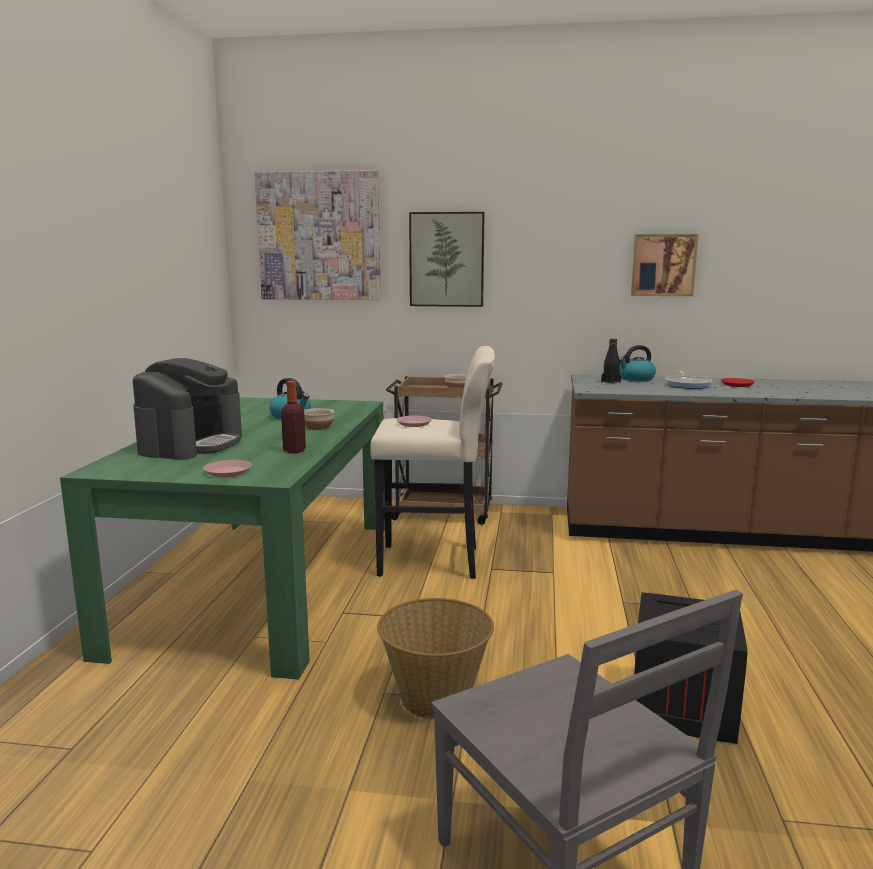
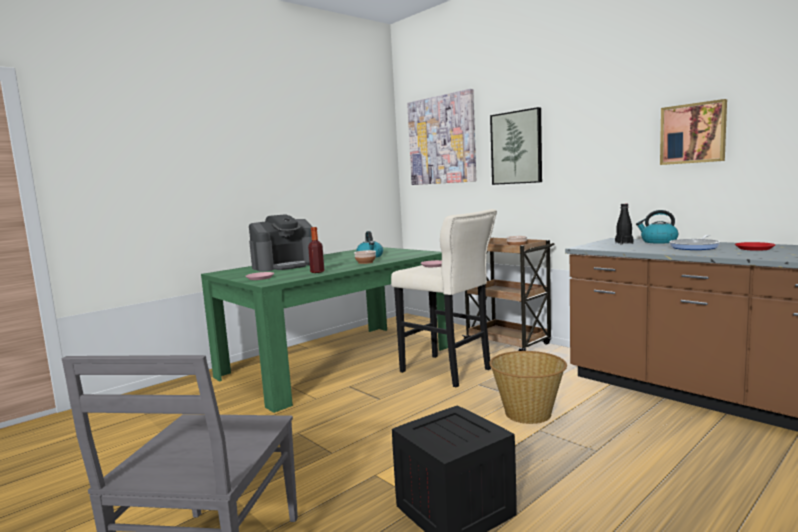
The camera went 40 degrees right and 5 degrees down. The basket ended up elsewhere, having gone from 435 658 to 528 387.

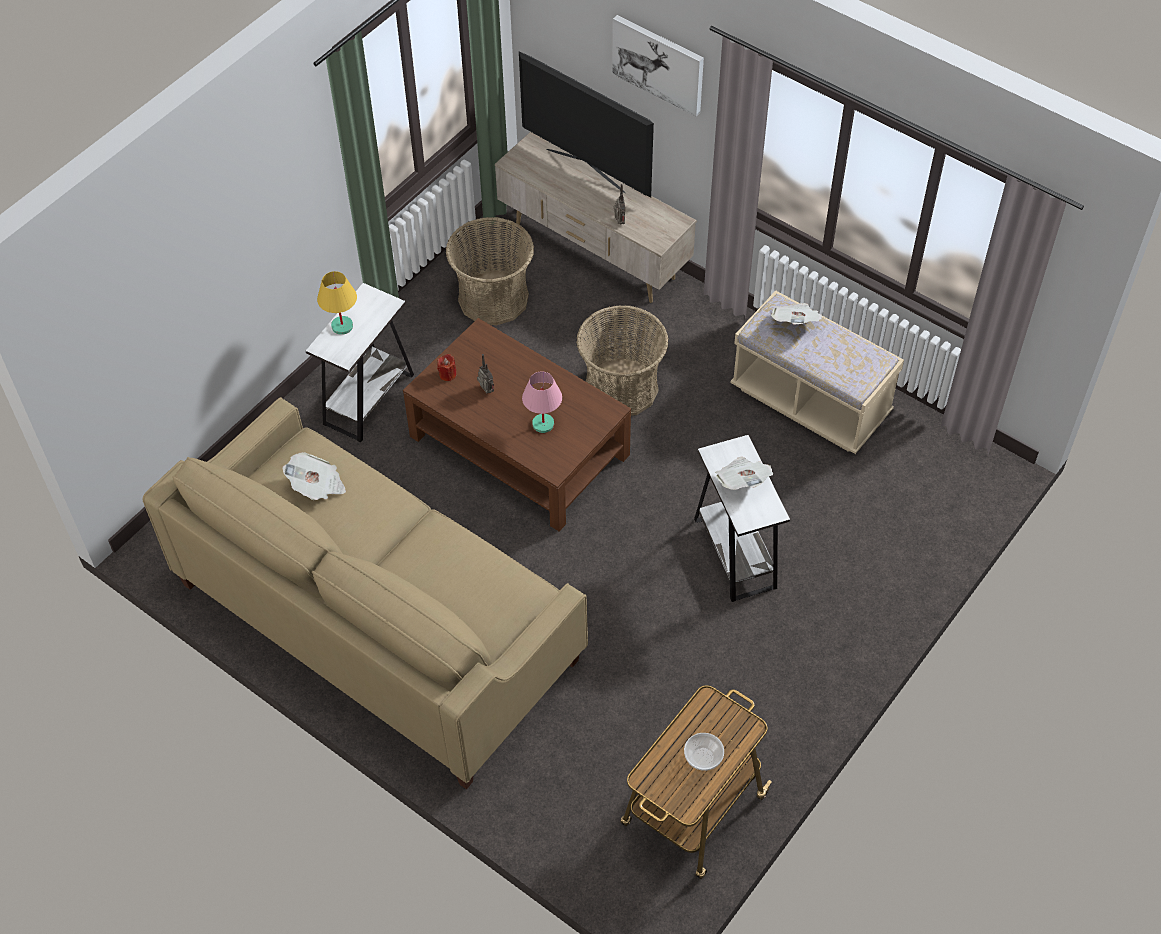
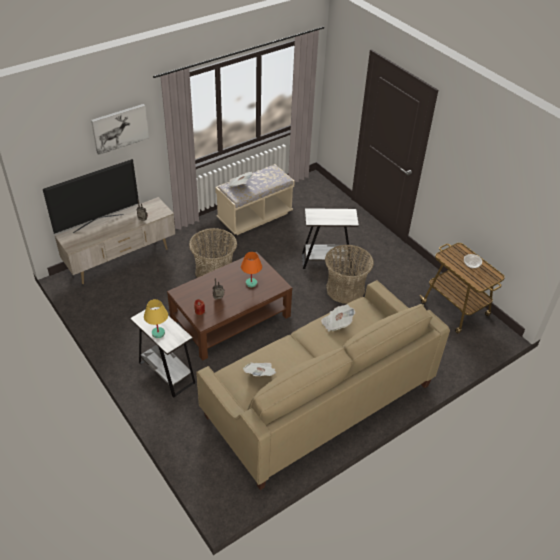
The camera went 75 degrees left and 10 degrees down. The basket ended up elsewhere, having gone from 490 271 to 349 274. The newspaper ended up elsewhere, having gone from 744 473 to 338 318. What was the pink_table_lamp at 542 402 turned into the orange_table_lamp at 251 269.

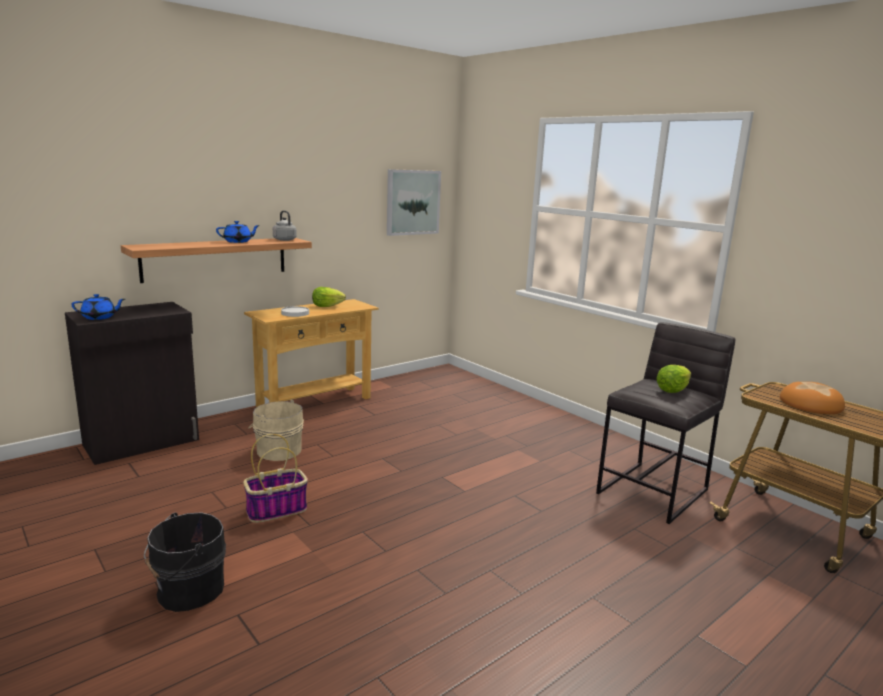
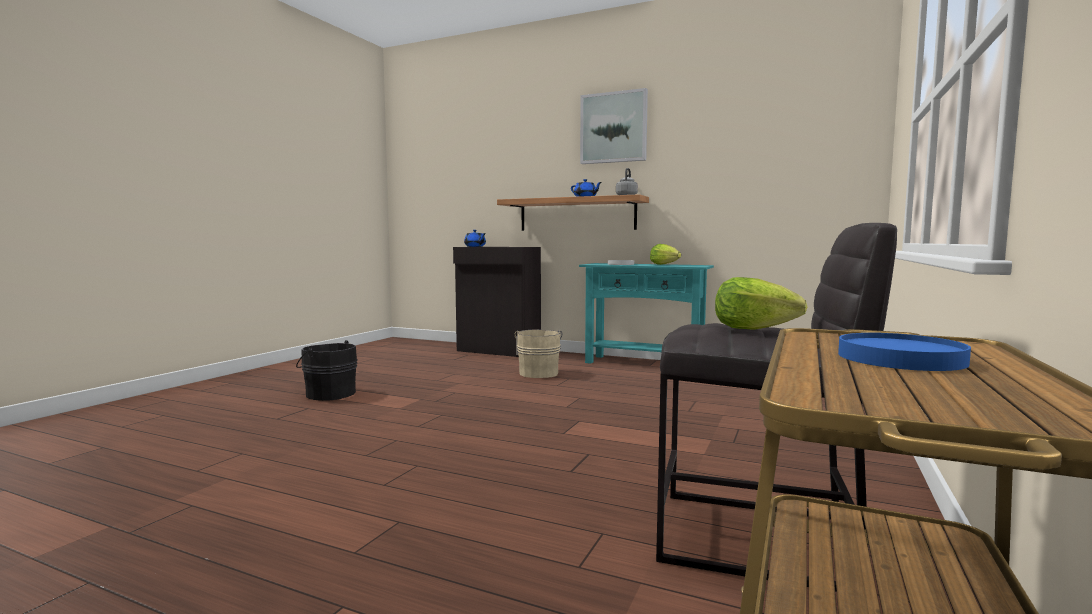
The camera went 65 degrees right and 10 degrees down. The second view lost the basket at 275 478. The picture ended up elsewhere, having gone from 414 202 to 614 126. Where the bread stood at 812 398, the blue_plate came to stand at 904 352. What was the beige_console_table at 311 353 turned into the turquoise_console_table at 646 313.

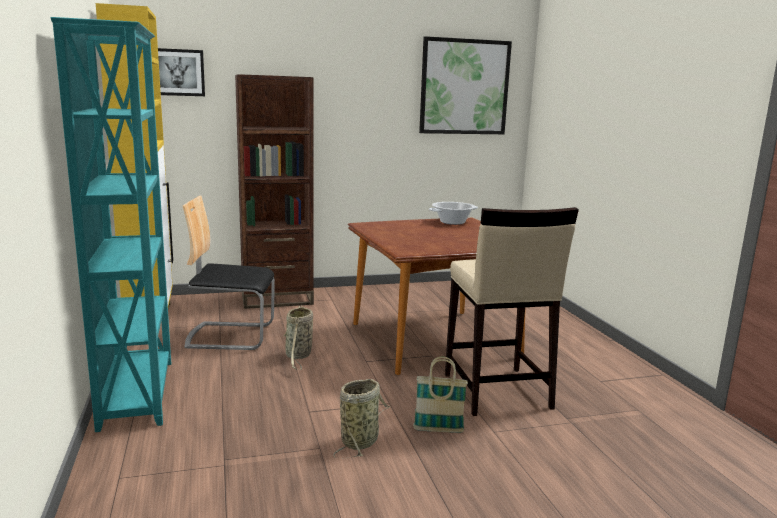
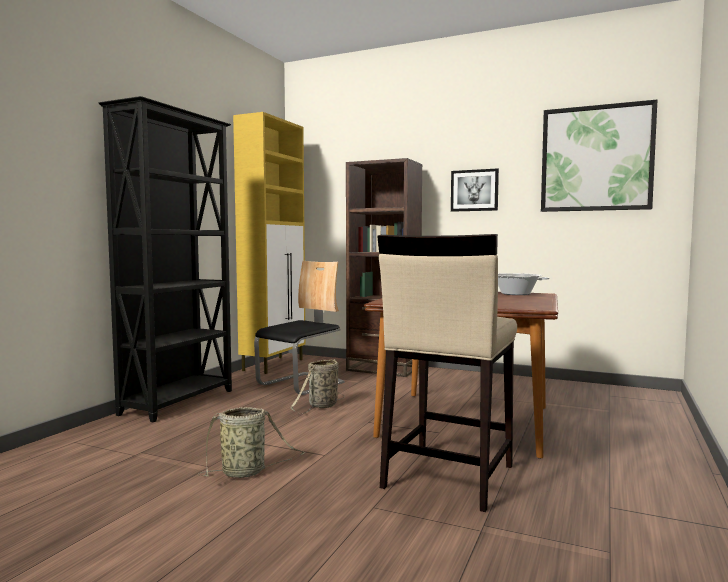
The camera went 40 degrees right and 10 degrees down. The second view lost the basket at 440 395. The picture ended up elsewhere, having gone from 181 72 to 475 190. What was the turquoise_bookcase at 110 224 turned into the black_bookcase at 165 259. The chair at 229 272 ended up facing another way, 90 degrees clockwise from before.

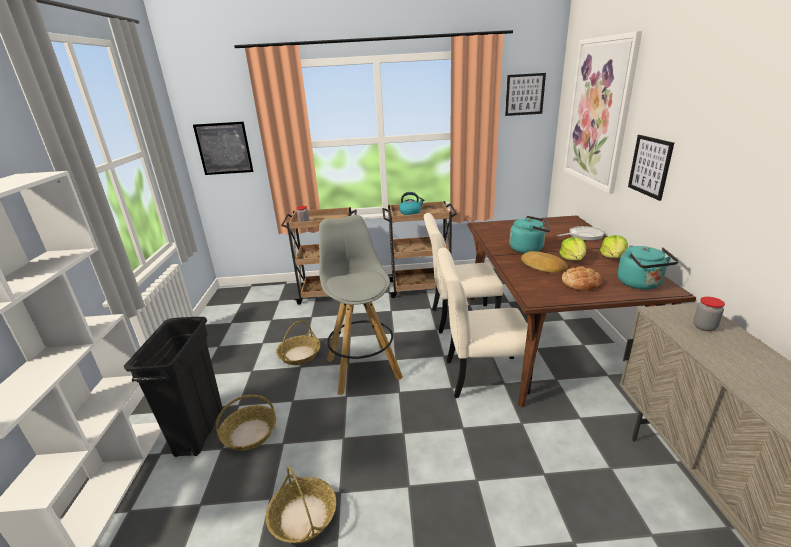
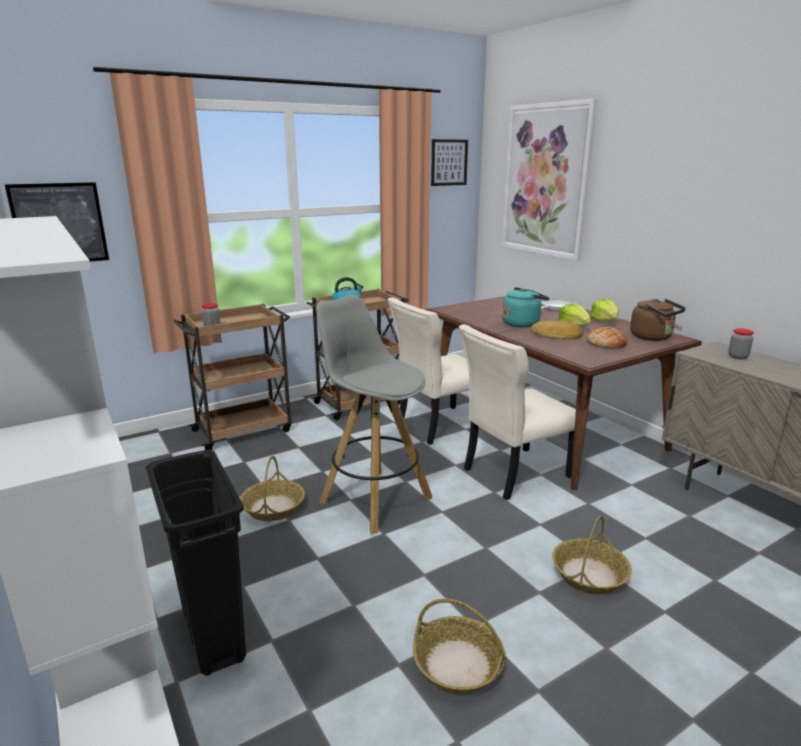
The camera went 30 degrees left and 5 degrees down. The second view lost the picture at 651 168. The basket ended up elsewhere, having gone from 246 423 to 592 554. What was the turquoise_kettle at 648 268 turned into the brown_kettle at 658 320.

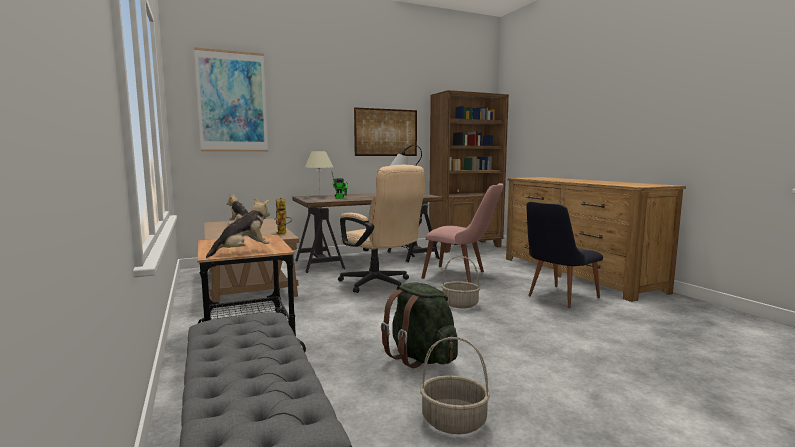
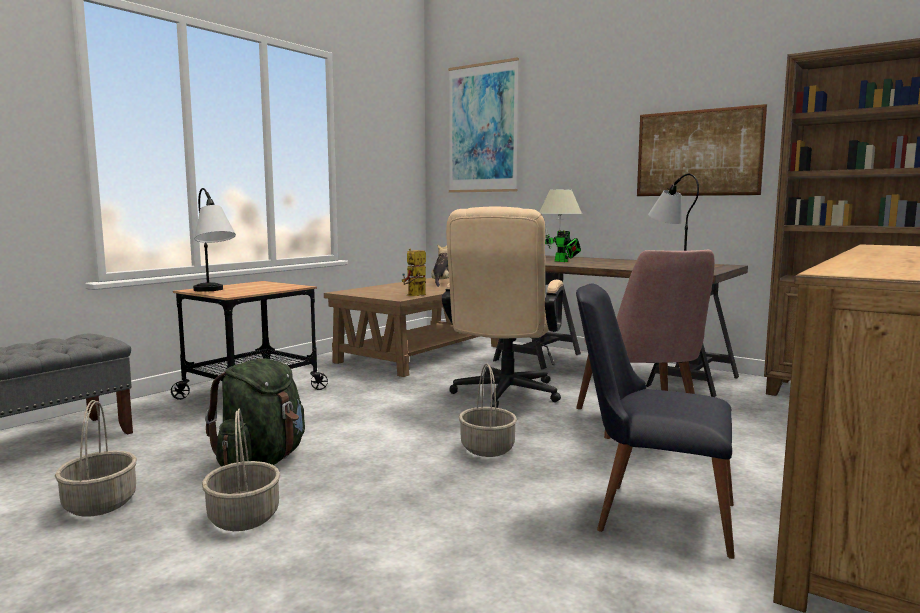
The camera went 60 degrees right and 0 degrees up. The second view gained the basket at 241 470. Where the plush_toy stood at 238 228, the table_lamp came to stand at 214 240.

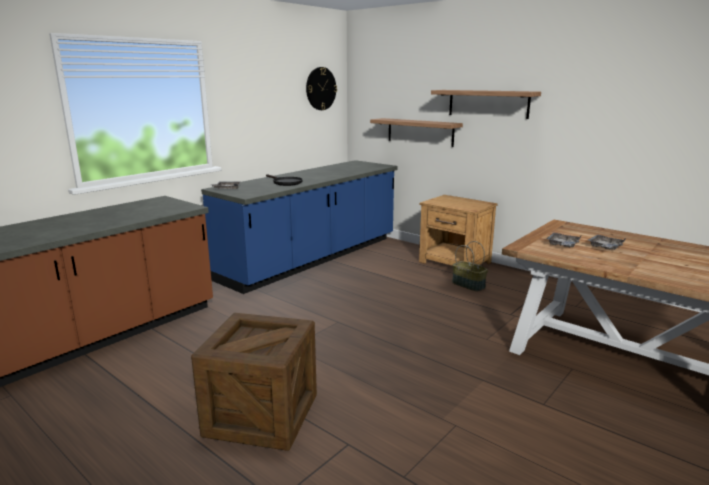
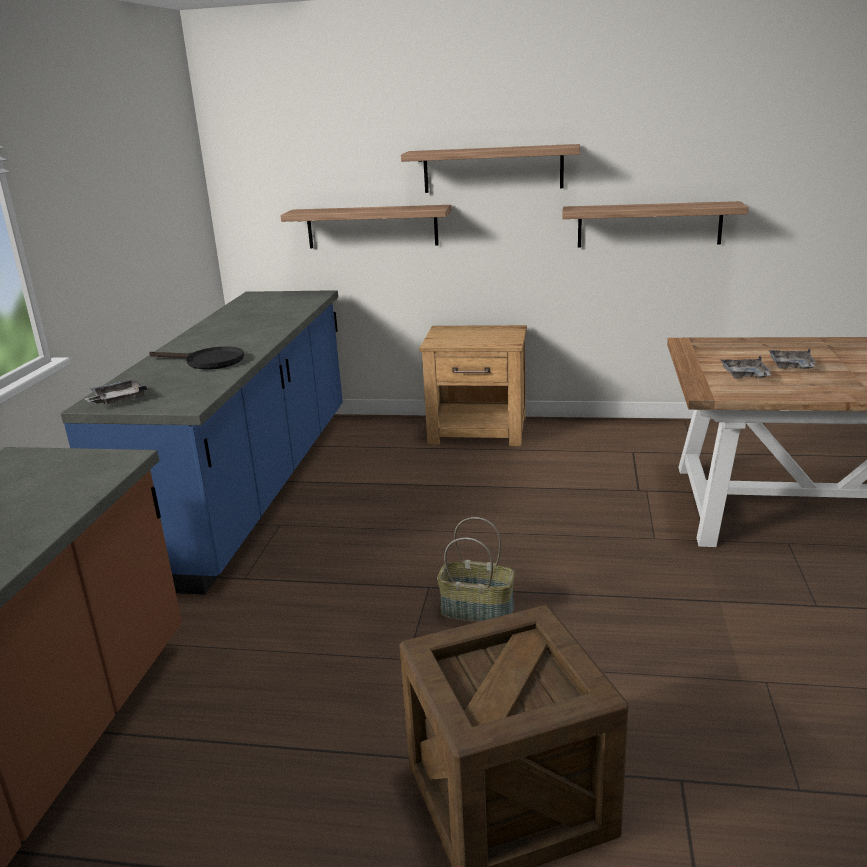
The camera went 30 degrees left and 5 degrees up. The second view lost the wall_clock at 321 88. The second view gained the shelf at 655 224. The basket ended up elsewhere, having gone from 470 266 to 476 569.

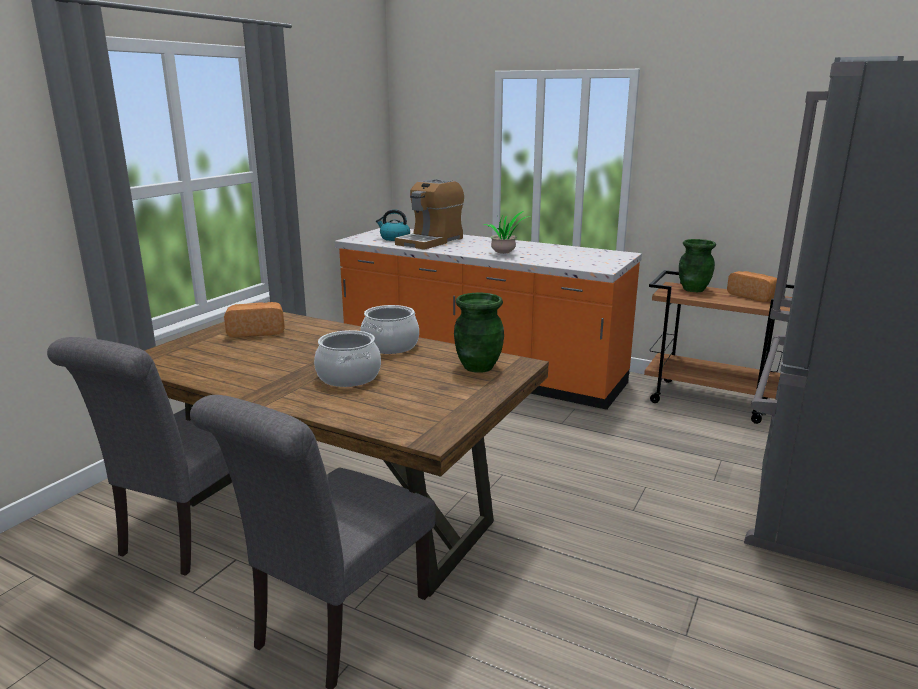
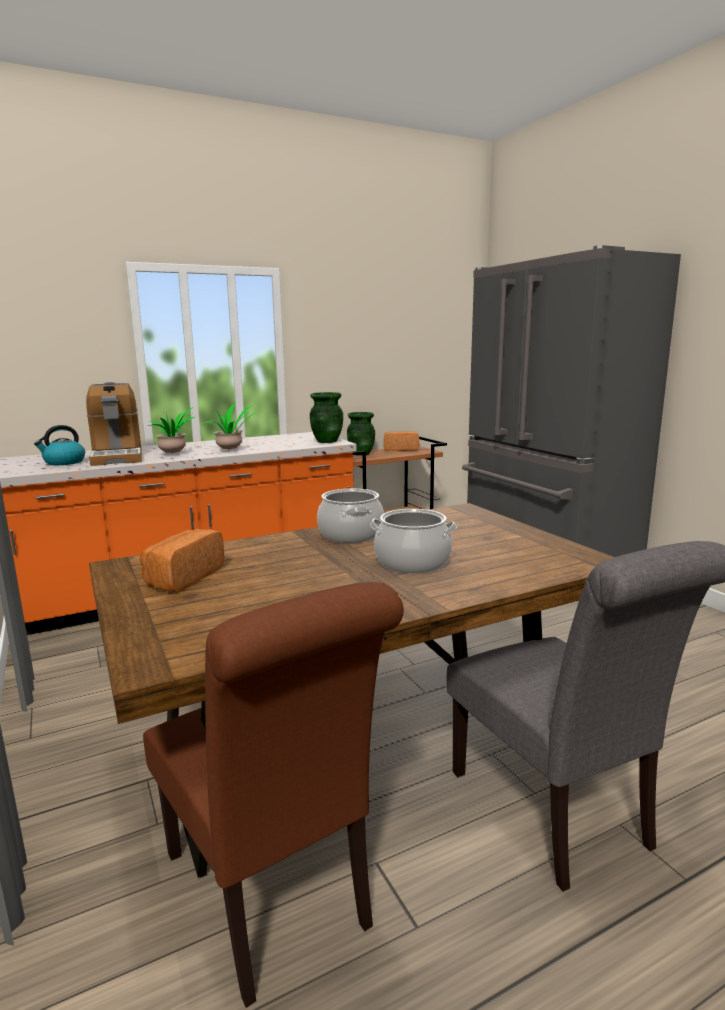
The camera went 55 degrees left and 5 degrees down. The second view gained the potted_plant at 171 430. The green_vase ended up elsewhere, having gone from 479 333 to 326 417. What was the grey_chair at 138 456 turned into the brown_chair at 273 795.

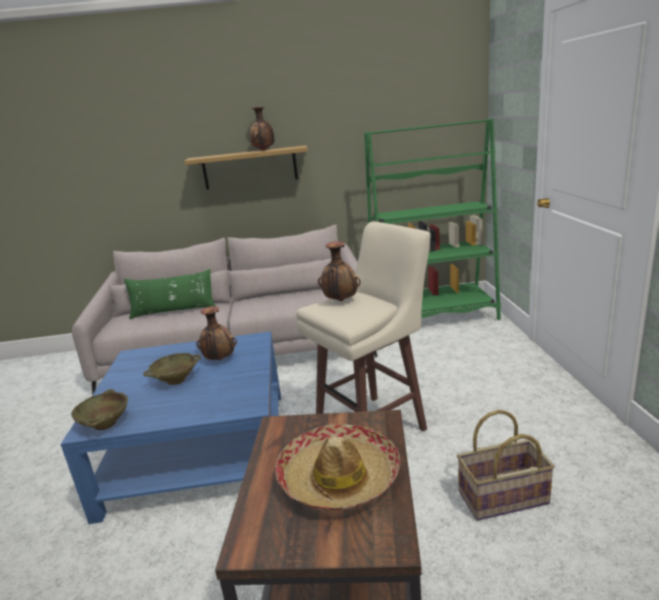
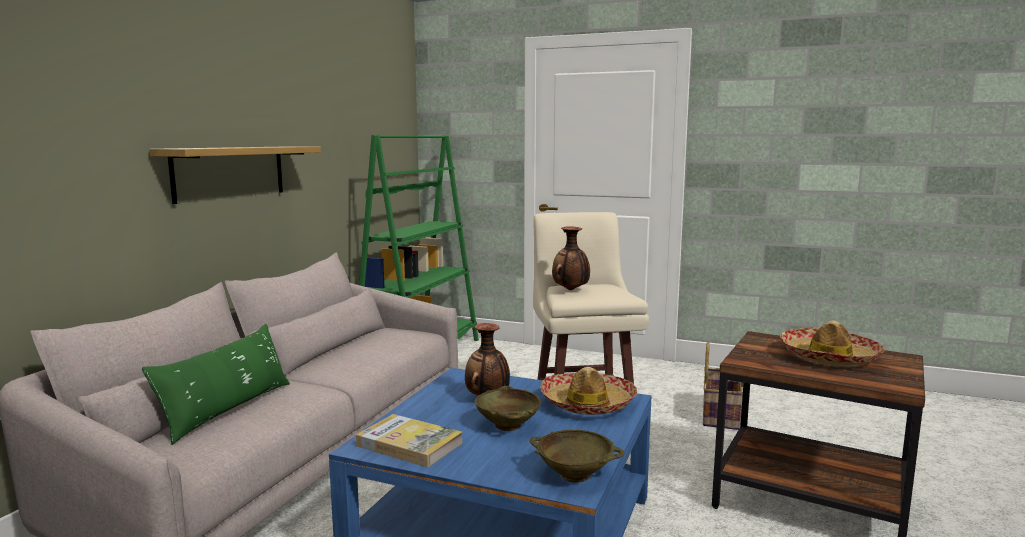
The camera went 65 degrees left and 10 degrees down. The second view lost the vase at 262 129. The second view gained the book at 409 440. The second view gained the hat at 589 391.

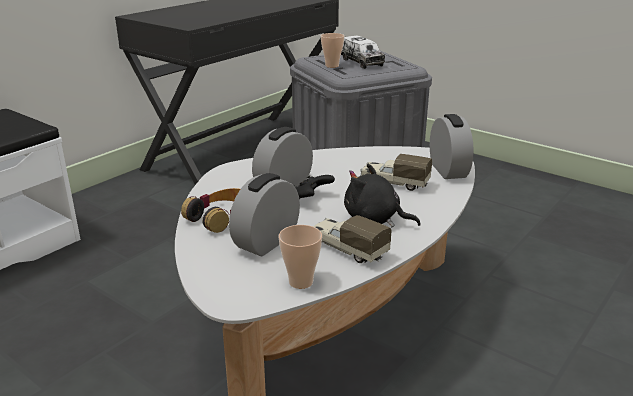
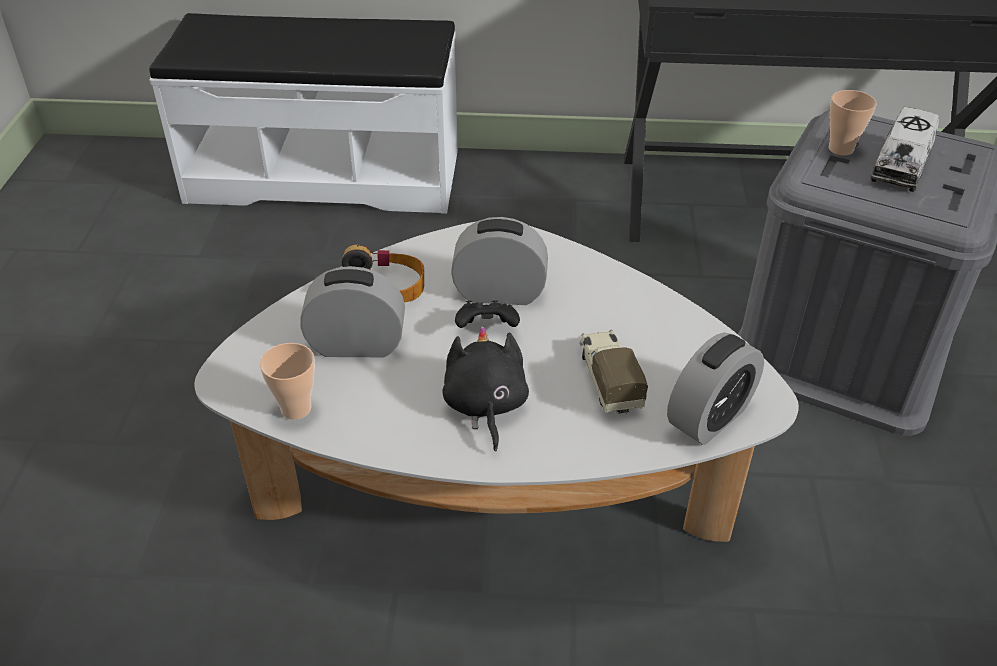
The camera went 55 degrees right and 15 degrees up. The second view lost the toy_truck at 352 239.

